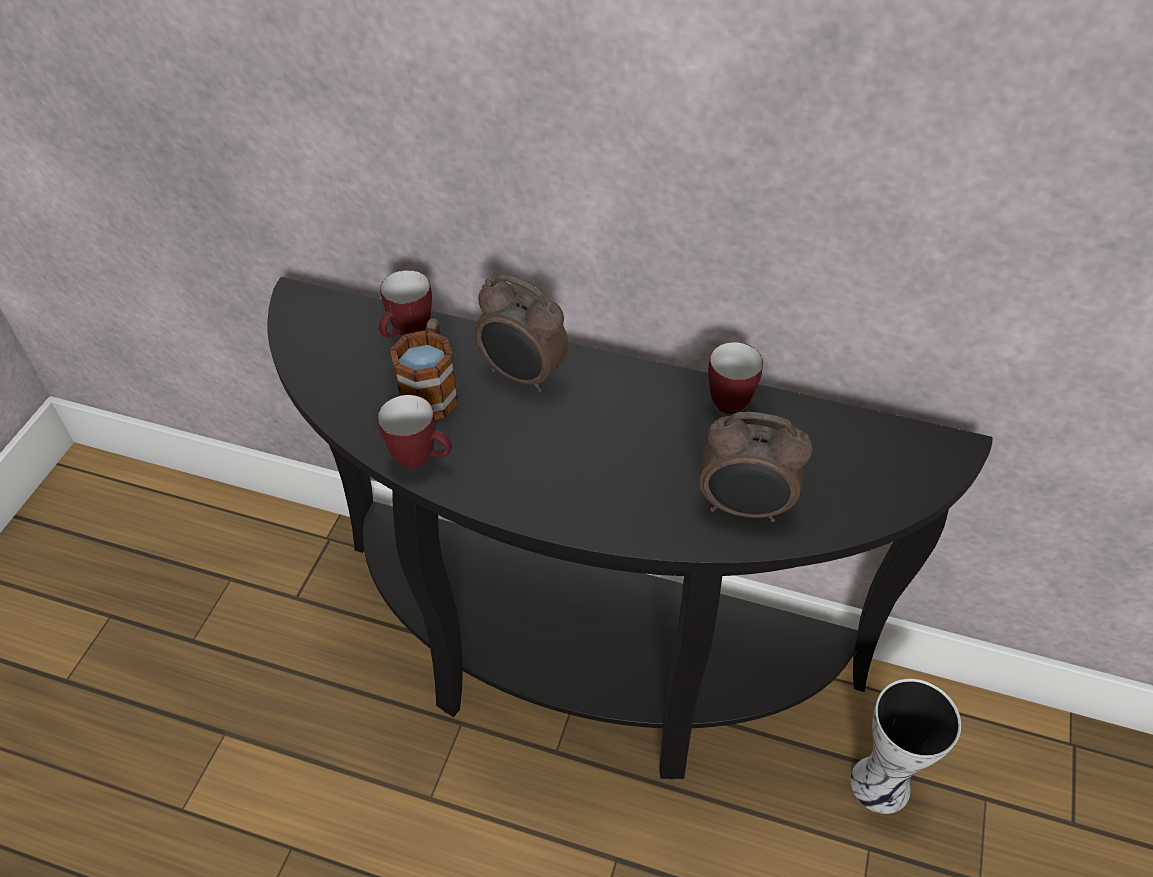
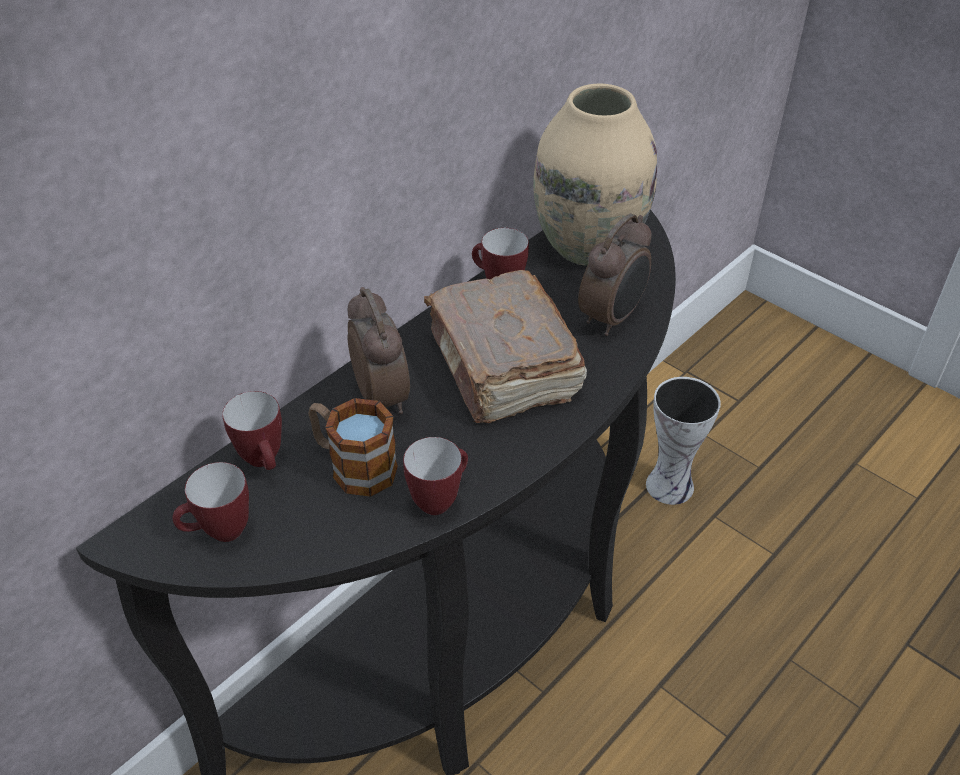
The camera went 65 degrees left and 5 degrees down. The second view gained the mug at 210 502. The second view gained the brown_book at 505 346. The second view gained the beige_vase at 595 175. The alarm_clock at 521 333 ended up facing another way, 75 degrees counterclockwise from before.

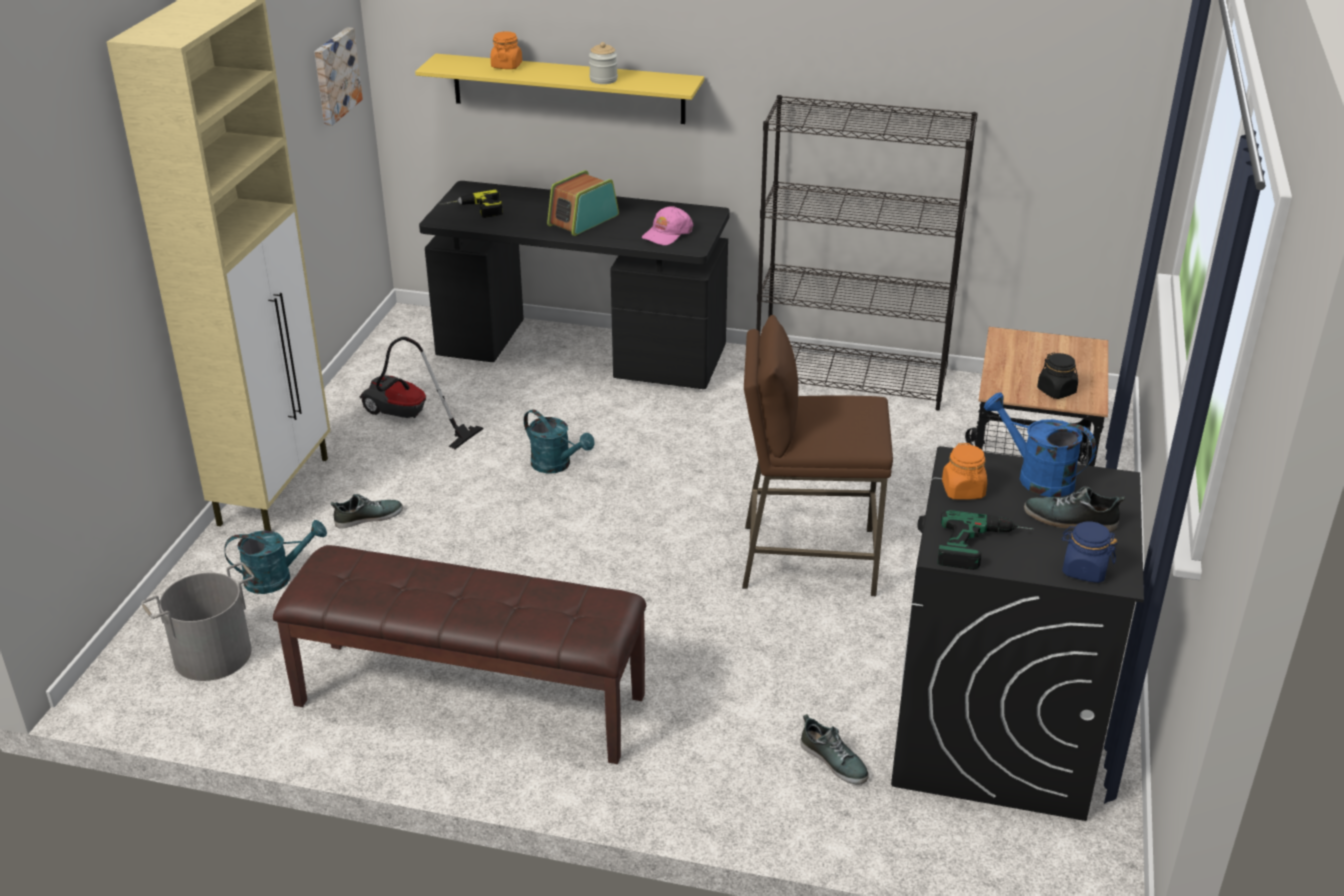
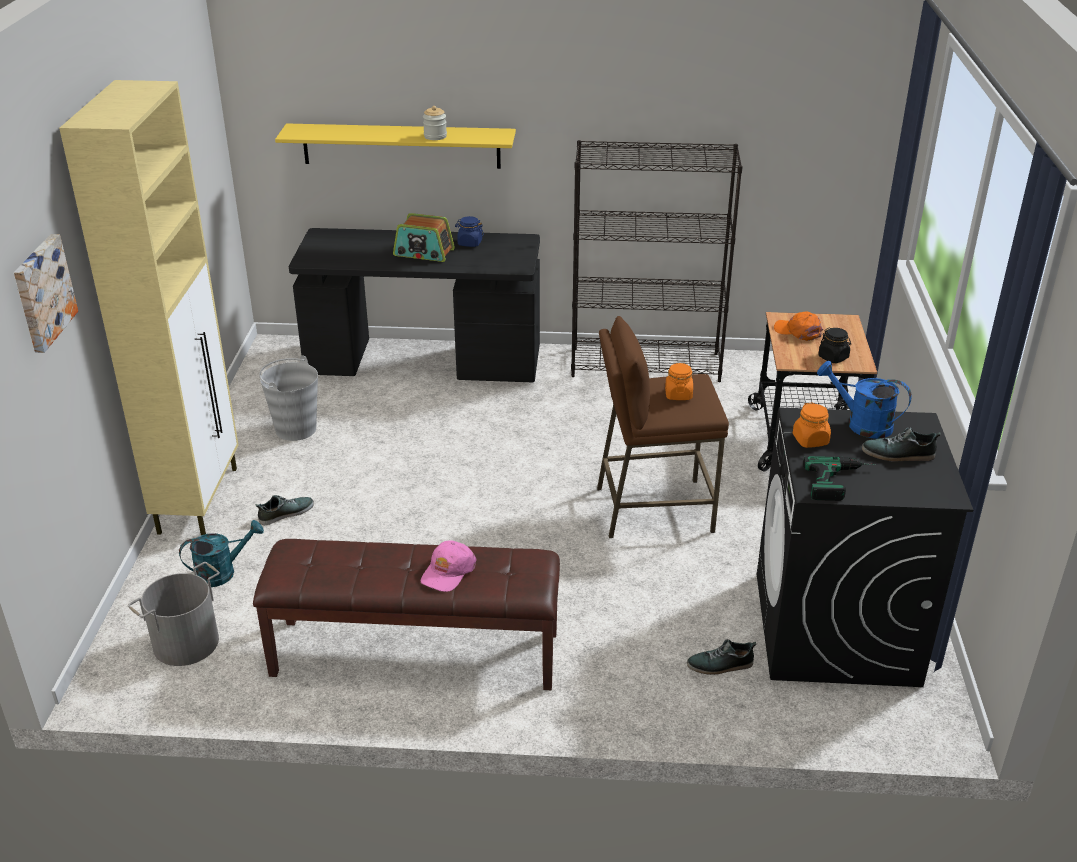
The camera went 10 degrees left and 0 degrees up. The second view lost the power_drill at 471 203. The second view lost the turquoise_watering_can at 559 442. The second view gained the orange_cap at 798 326. The picture ended up elsewhere, having gone from 338 76 to 46 293. The orange_jar ended up elsewhere, having gone from 506 50 to 679 381. The pink_cap ended up elsewhere, having gone from 667 226 to 449 566. The blue_jar ended up elsewhere, having gone from 1089 552 to 469 231. Where the vacuum_cleaner stood at 422 393, the grey_bucket came to stand at 288 398. The radio at 583 203 ended up facing another way, 105 degrees counterclockwise from before. The shoe at 834 749 ended up facing another way, 135 degrees clockwise from before.

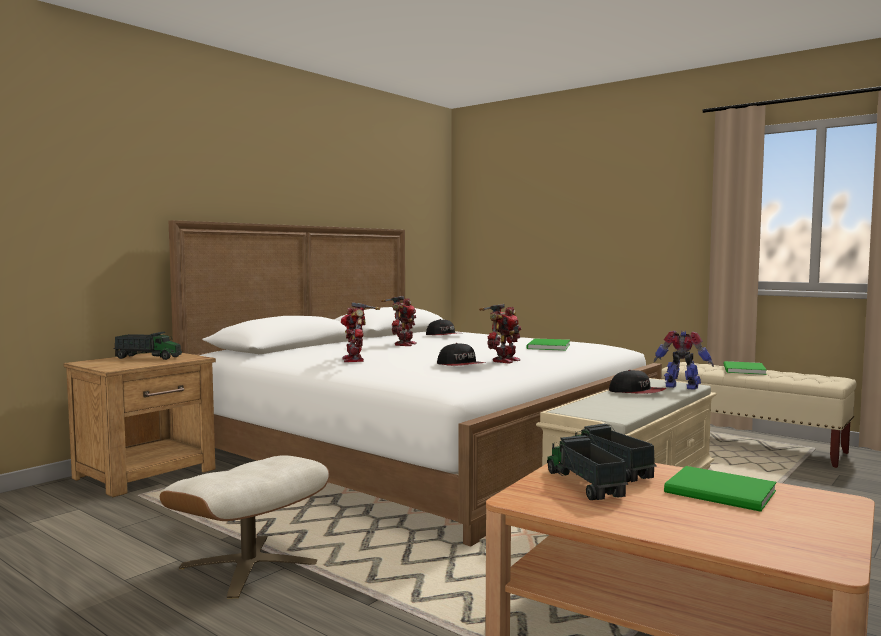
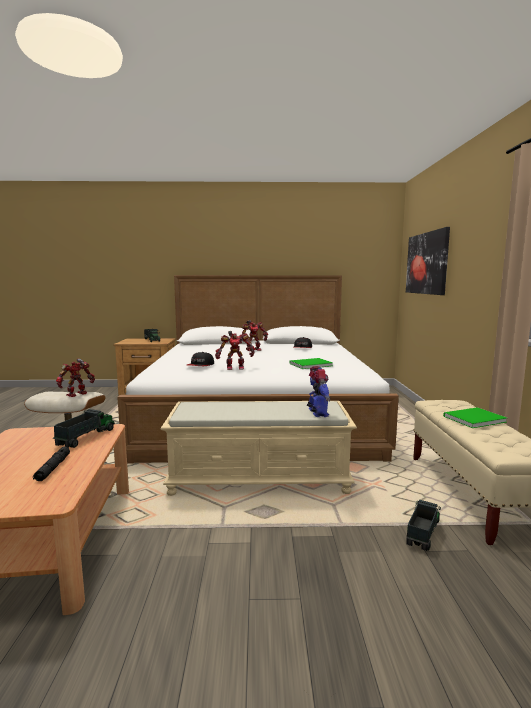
The camera went 50 degrees right and 5 degrees up. The second view lost the cap at 637 382. The second view gained the picture at 428 261. The toy_robot ended up elsewhere, having gone from 360 332 to 75 378. The toy_truck ended up elsewhere, having gone from 587 467 to 423 525. Where the green_book stood at 720 489, the black_flashlight came to stand at 51 464.

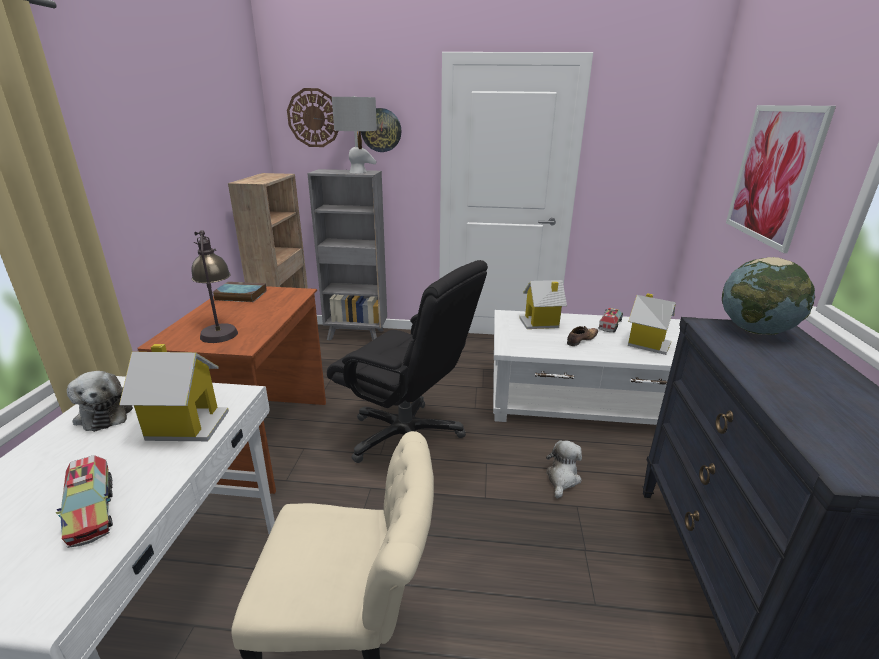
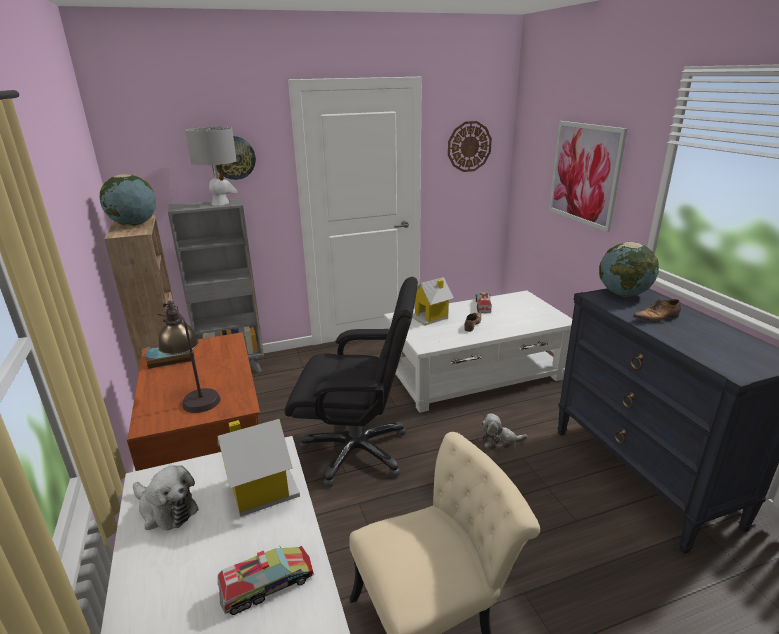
The camera went 25 degrees left and 0 degrees up. The second view lost the toy_house at 652 324. The second view gained the globe at 128 200. The second view gained the shoe at 657 310. The wall_clock ended up elsewhere, having gone from 313 117 to 470 146. The toy_truck at 84 501 ended up facing another way, 60 degrees counterclockwise from before. The plush_toy at 564 469 ended up facing another way, 90 degrees counterclockwise from before.

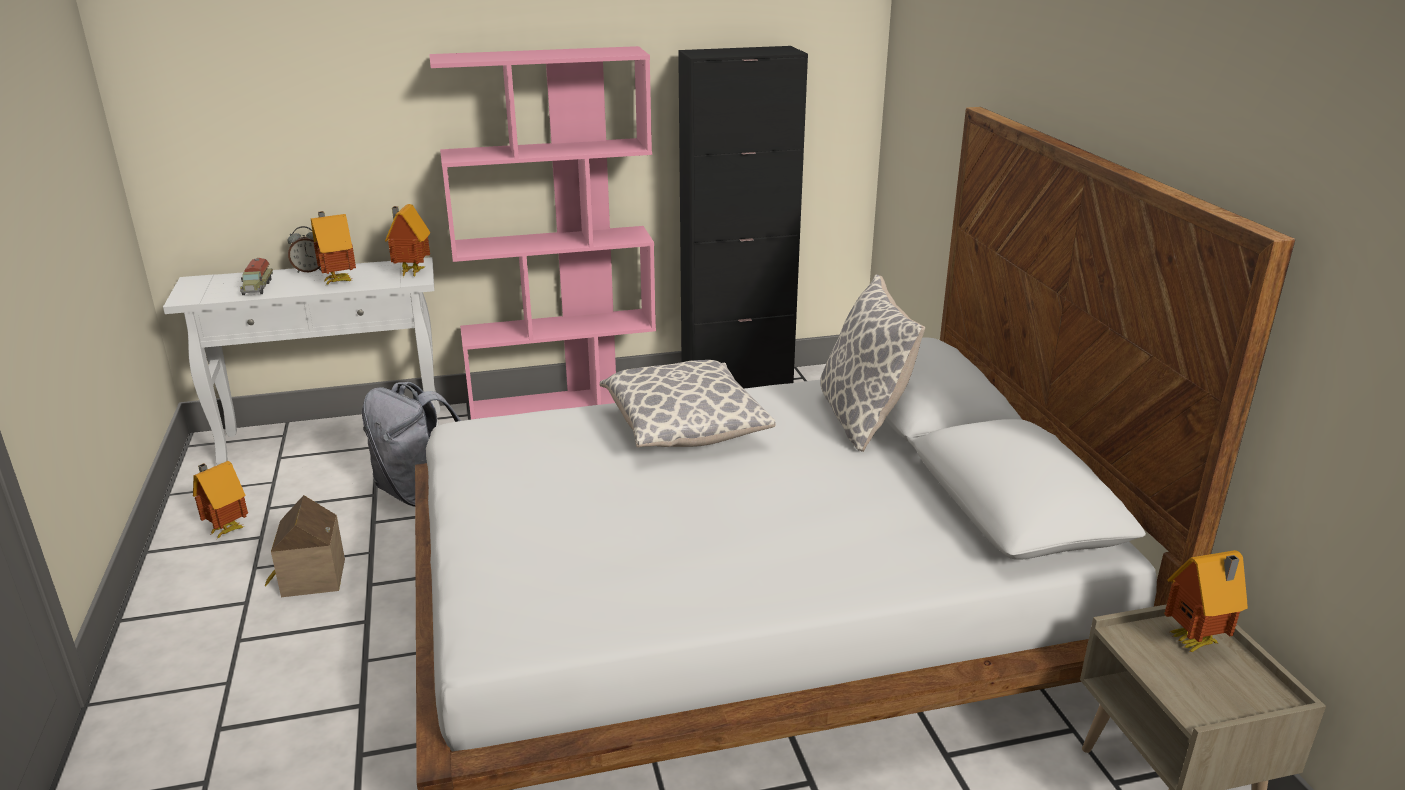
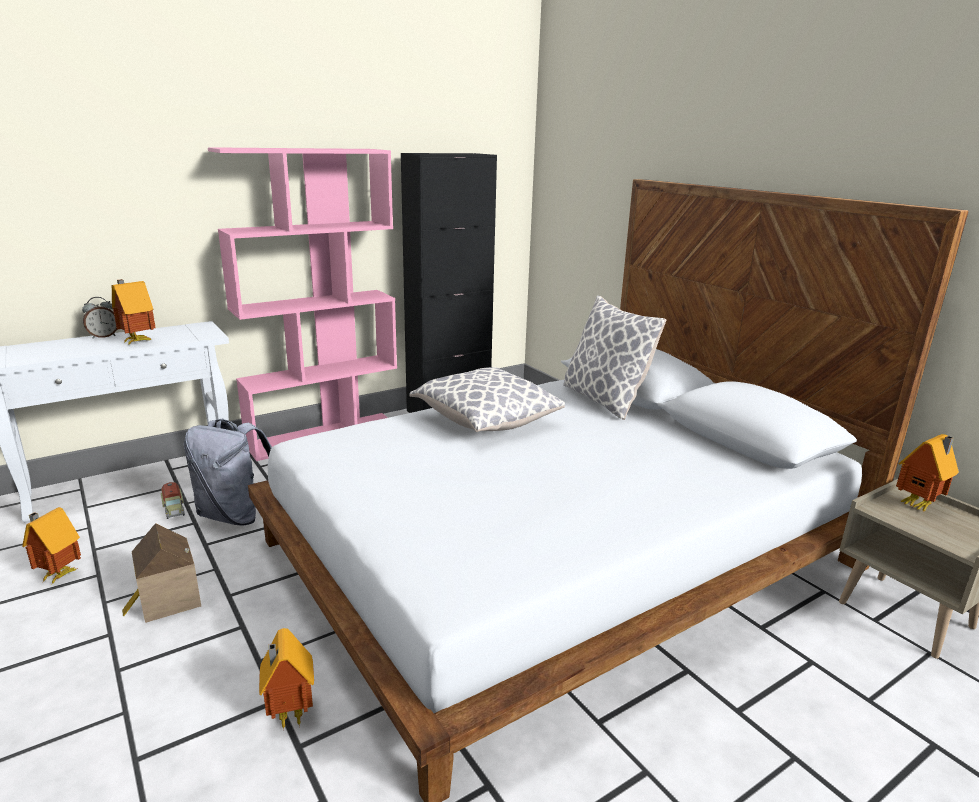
The camera went 20 degrees left and 5 degrees down. The toy_truck ended up elsewhere, having gone from 256 276 to 173 500. The toy_house ended up elsewhere, having gone from 407 240 to 286 678.

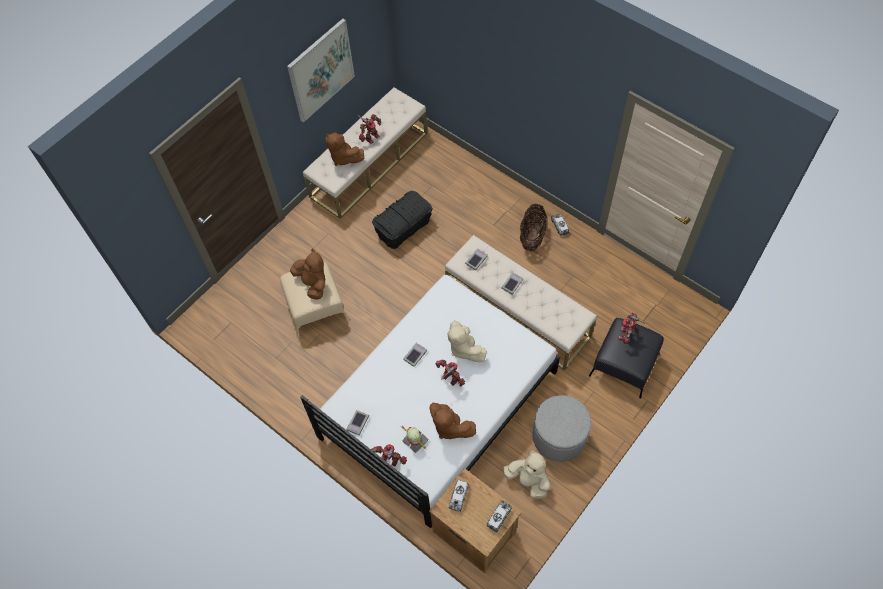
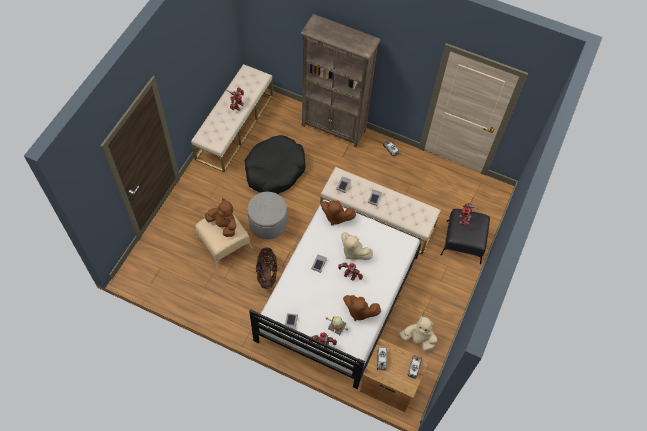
The camera went 20 degrees left and 0 degrees up. The second view lost the picture at 321 70. The second view gained the brown_bookcase at 340 81. The brown_plush_toy ended up elsewhere, having gone from 344 149 to 338 213. The basket ended up elsewhere, having gone from 533 227 to 267 268. The grey_ottoman ended up elsewhere, having gone from 562 428 to 267 215. Where the black_storage_box stood at 402 220, the black_dog_bed came to stand at 275 164.

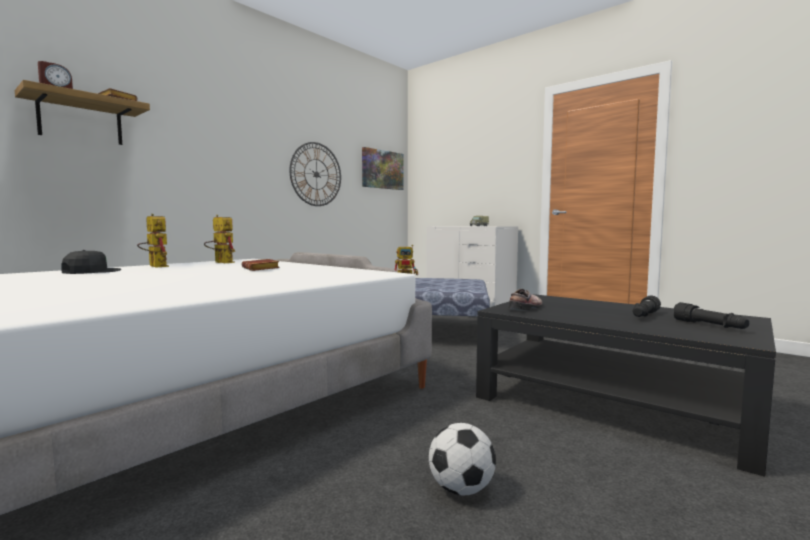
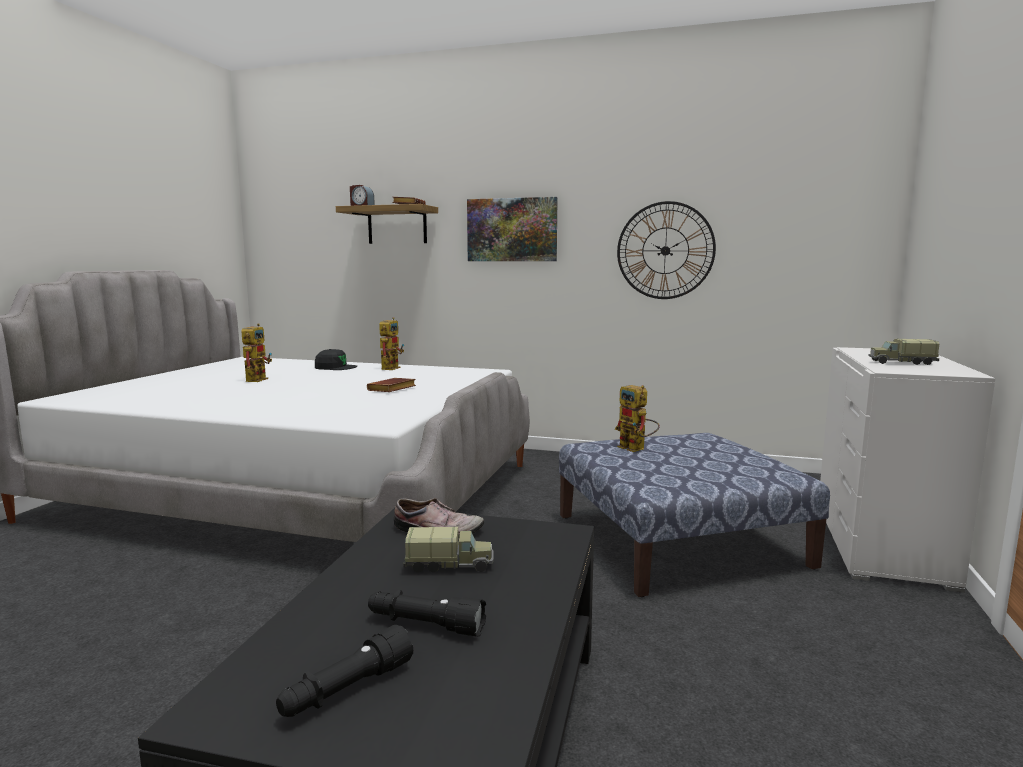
The camera went 65 degrees right and 5 degrees up. The second view lost the football at 462 459. The second view gained the toy_truck at 448 550. The toy_robot ended up elsewhere, having gone from 219 239 to 256 352. The picture ended up elsewhere, having gone from 382 168 to 512 229.

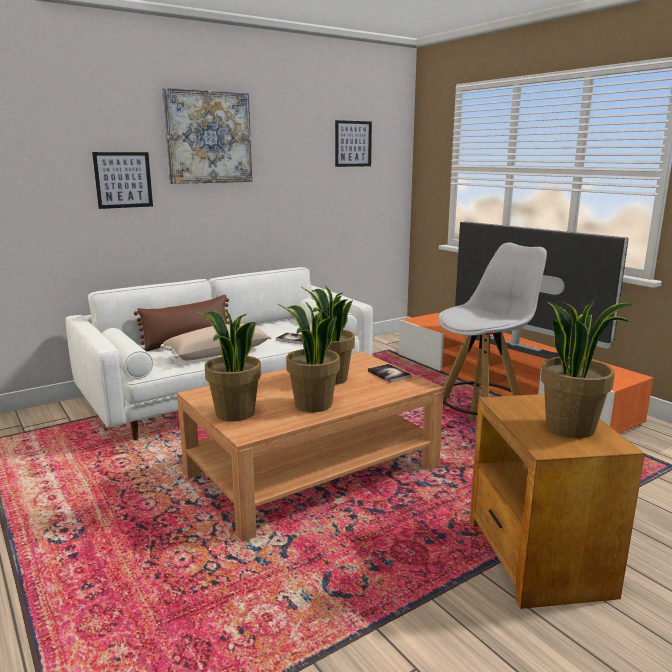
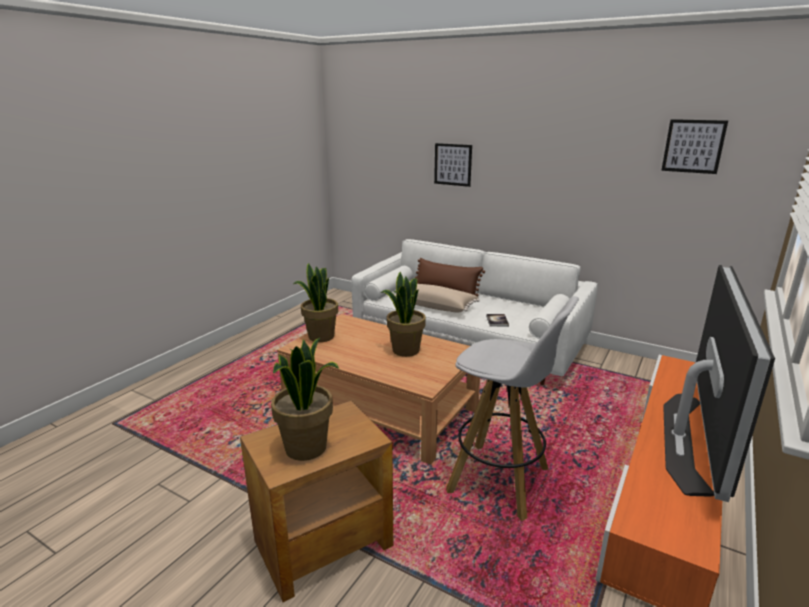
The camera went 65 degrees right and 5 degrees up. The second view lost the picture at 207 136. The second view lost the potted_plant at 309 357. The second view lost the book at 390 373.

